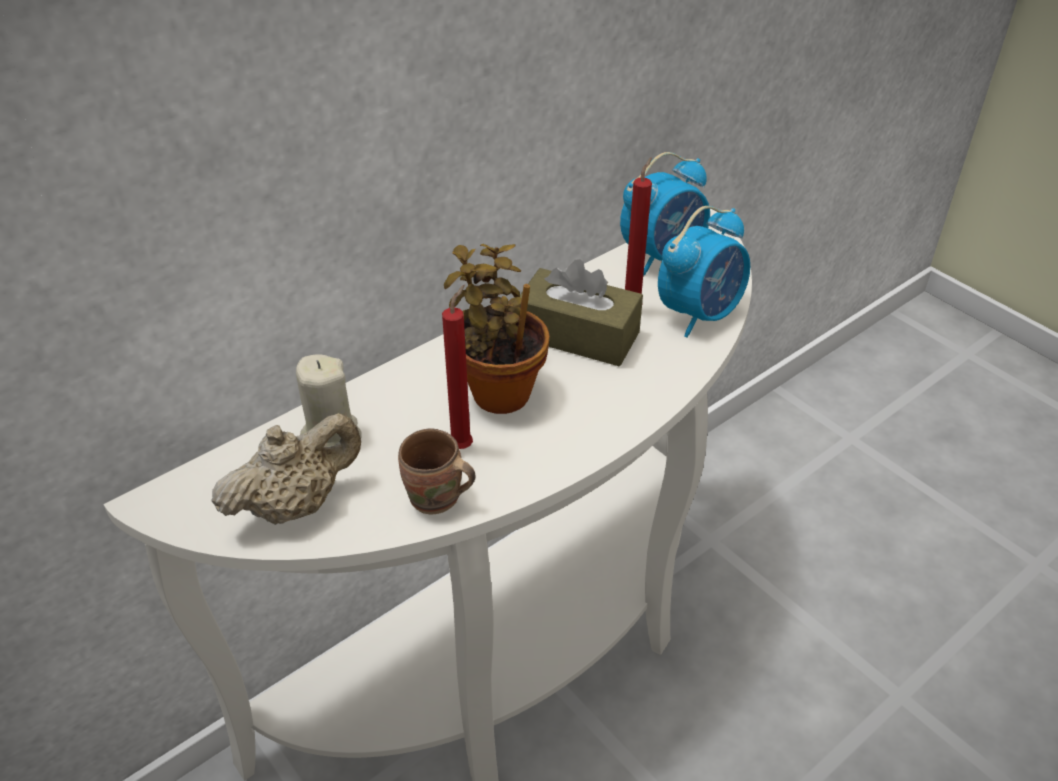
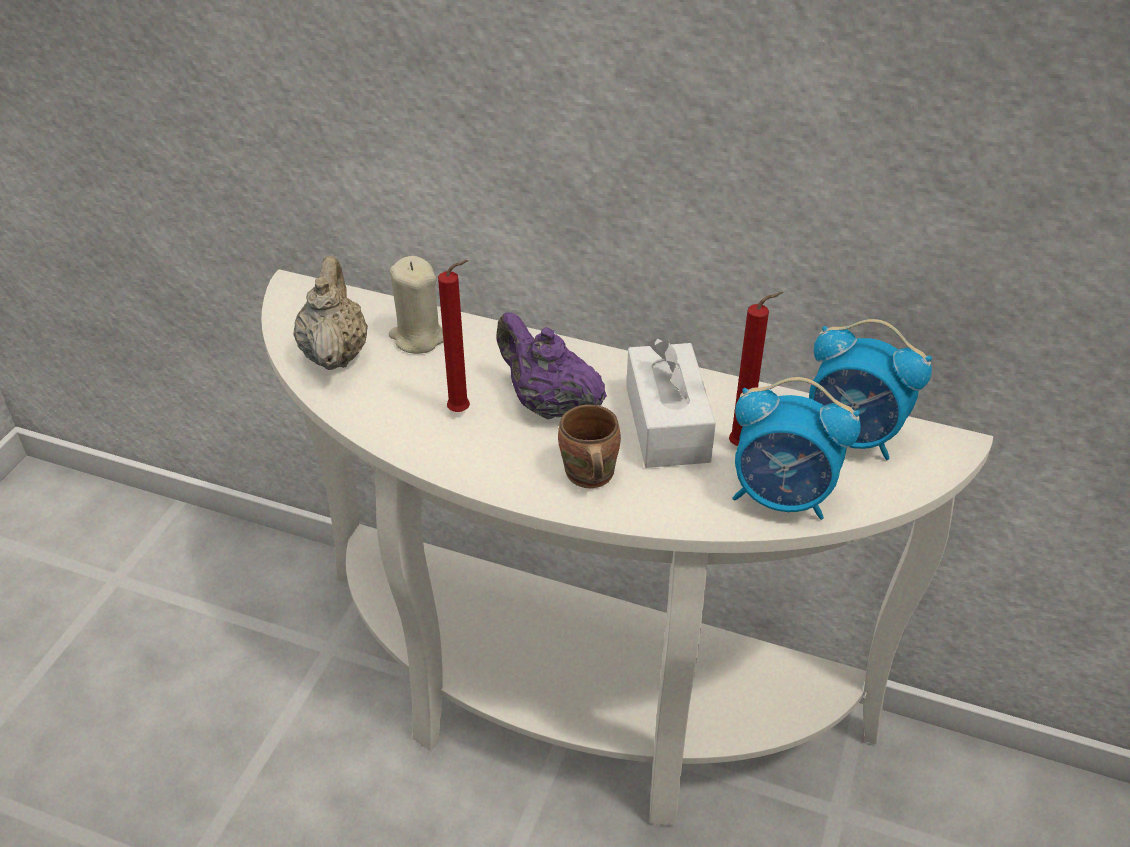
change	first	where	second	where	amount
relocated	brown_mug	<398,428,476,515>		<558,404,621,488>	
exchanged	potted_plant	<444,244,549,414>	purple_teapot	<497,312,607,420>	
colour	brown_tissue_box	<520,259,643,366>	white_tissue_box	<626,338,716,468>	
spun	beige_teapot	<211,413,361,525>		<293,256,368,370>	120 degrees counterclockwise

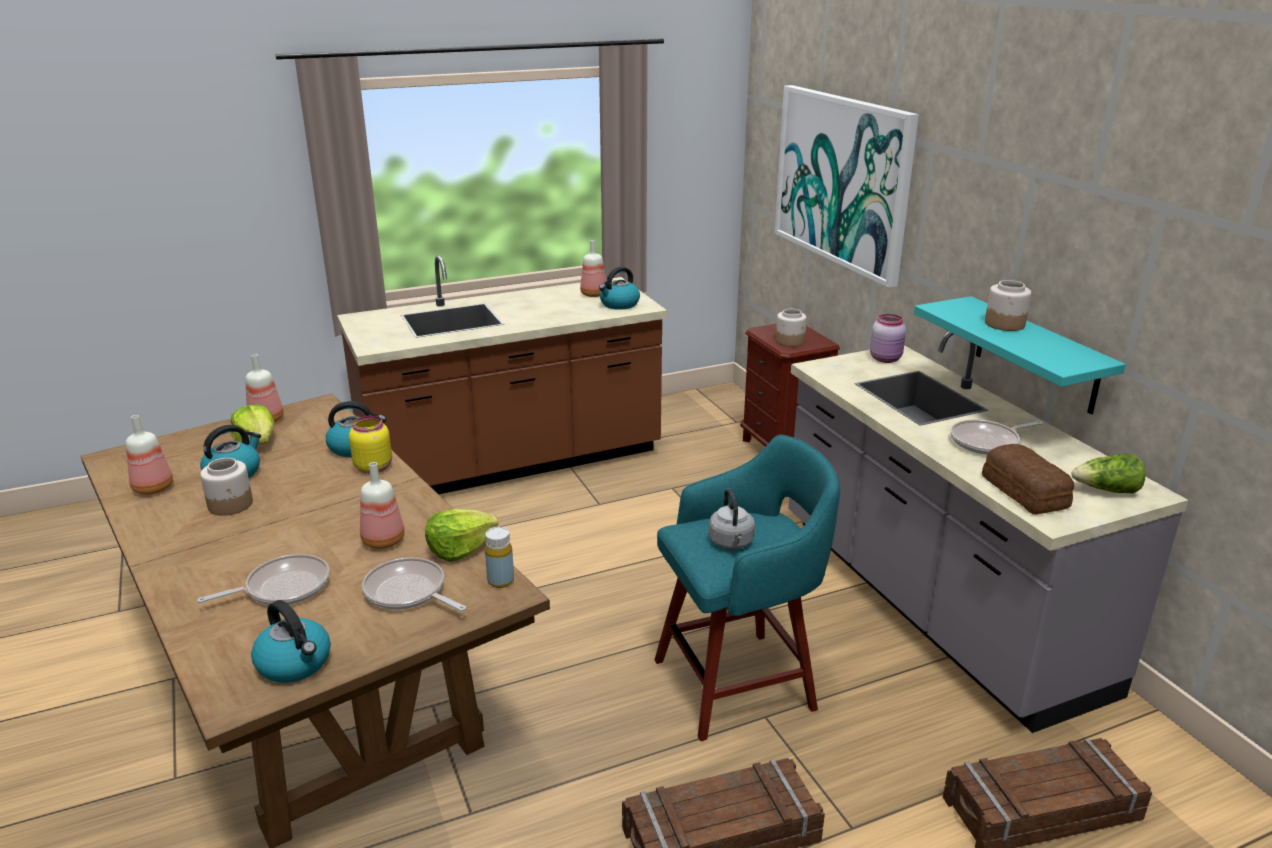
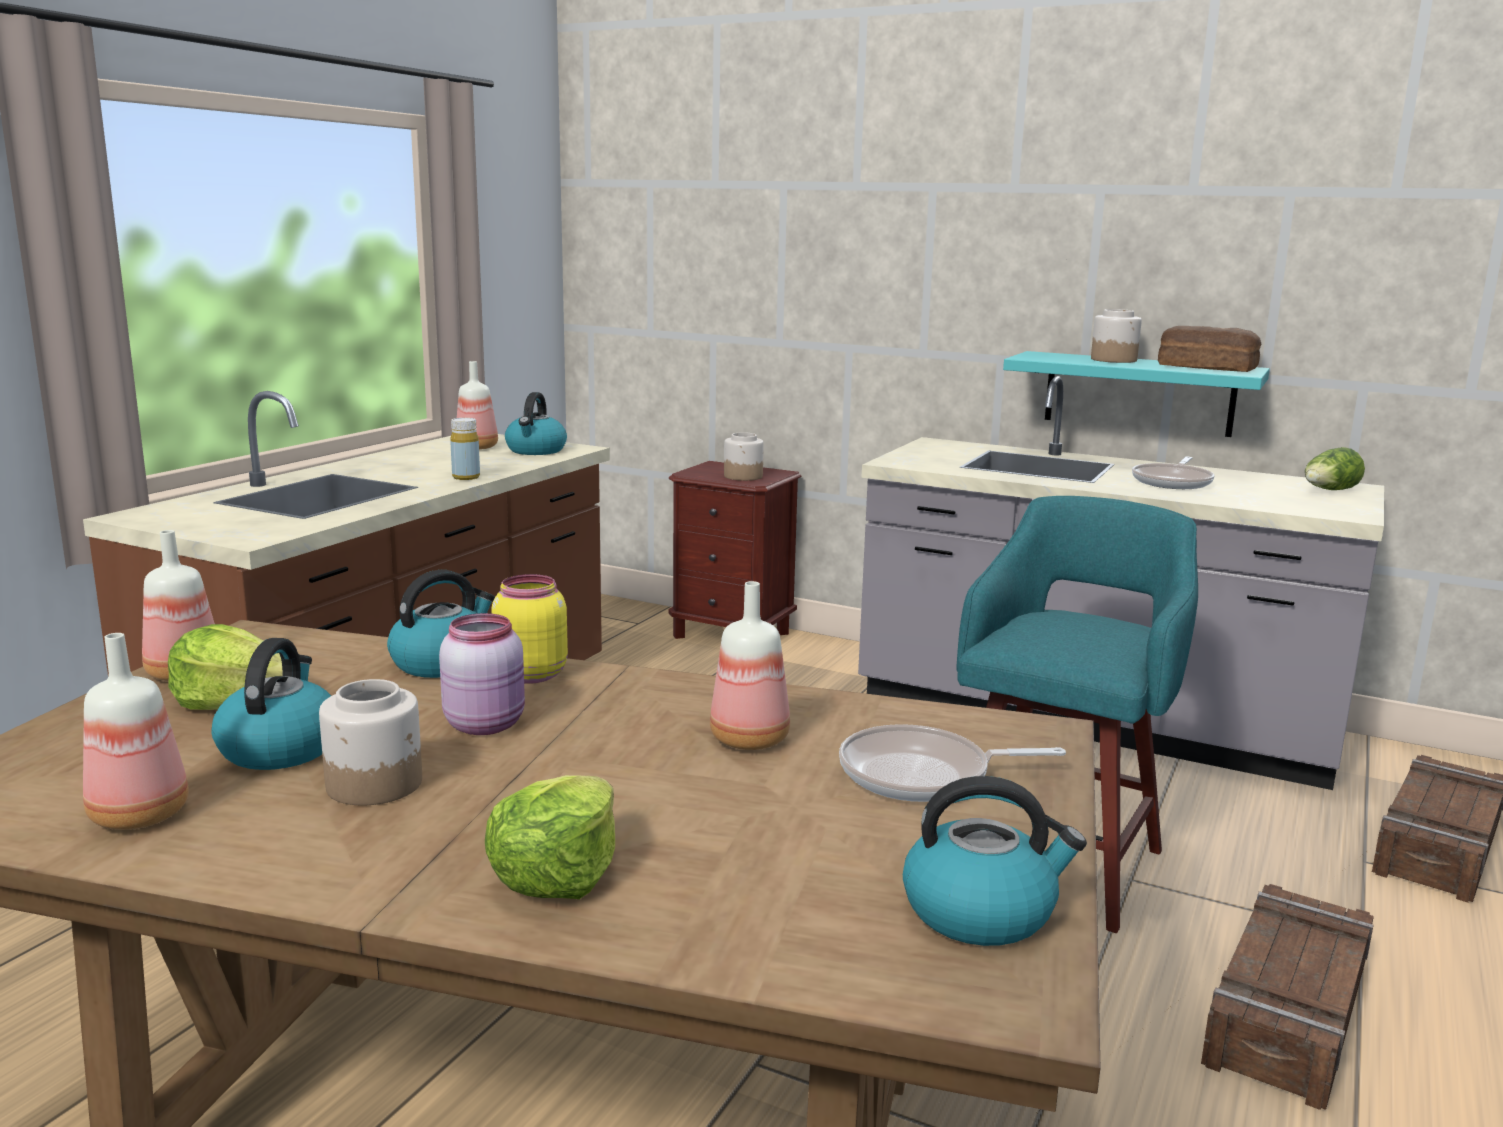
change	first	where	second	where	amount
missing	frying_pan	<197,554,330,605>			
missing	grey_kettle	<709,488,755,549>			
missing	picture	<775,85,919,288>			
relocated	lettuce	<425,509,498,562>		<485,775,615,899>	
relocated	yellow_bottle	<485,527,514,588>		<450,418,480,480>	
relocated	pink_jar	<870,314,906,363>		<439,613,525,735>	
relocated	bread	<982,444,1074,514>		<1158,326,1261,372>	

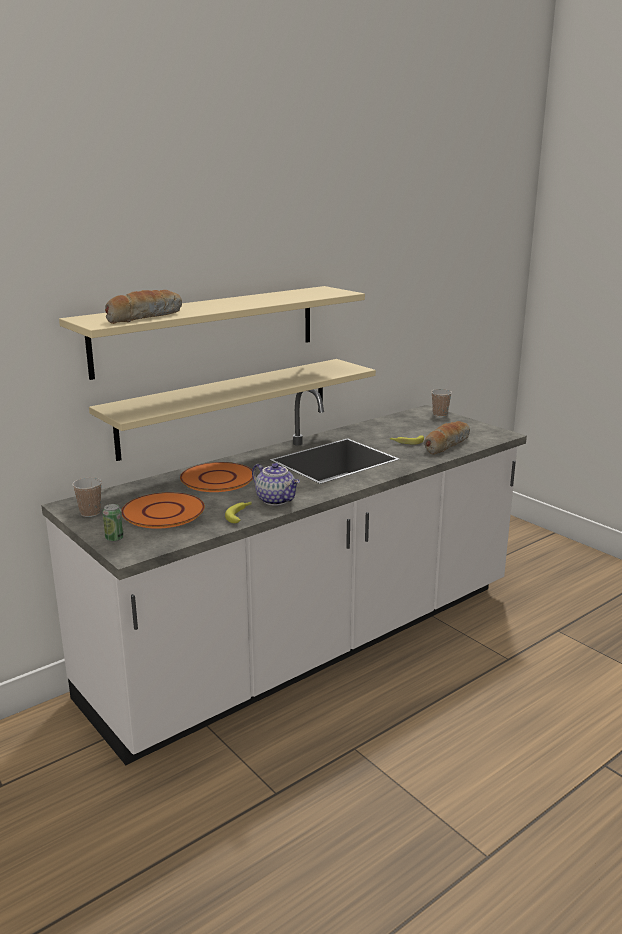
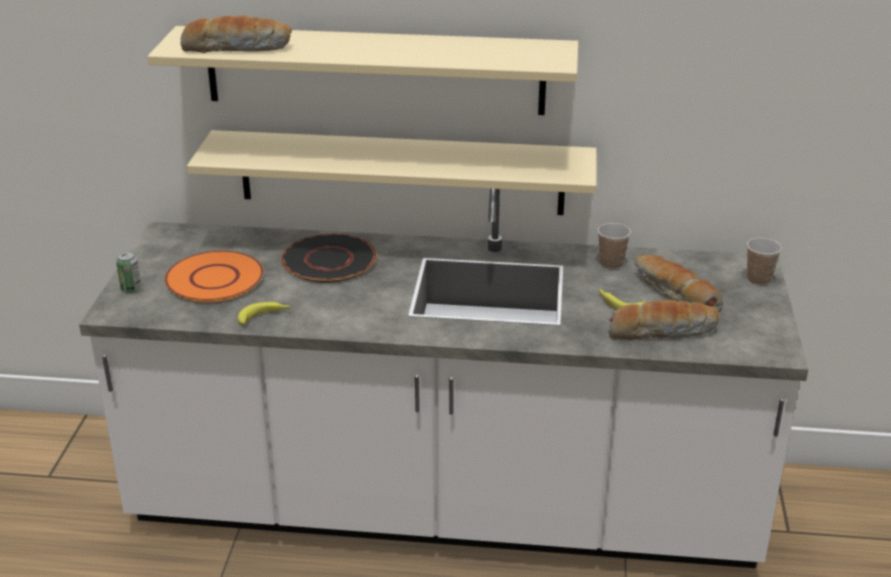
change	first	where	second	where	amount
missing	teapot	<252,463,300,506>			
appeared			bread	<635,255,723,313>	
relocated	cup	<72,478,102,517>		<598,223,631,269>	
colour	orange_plate	<180,462,253,492>	black_plate	<281,234,377,283>	

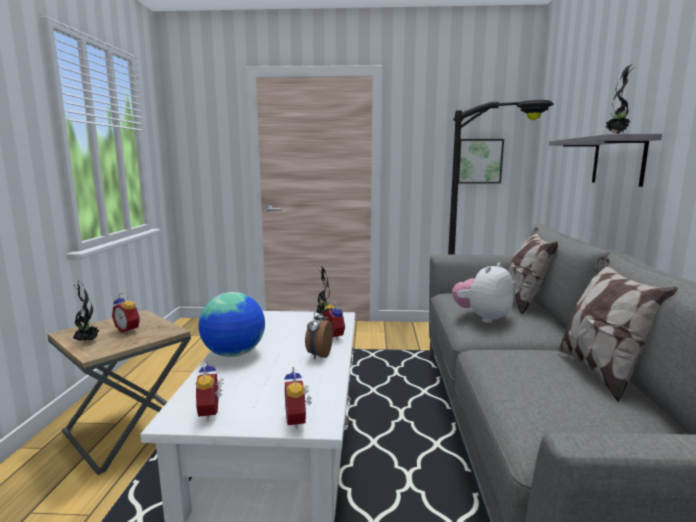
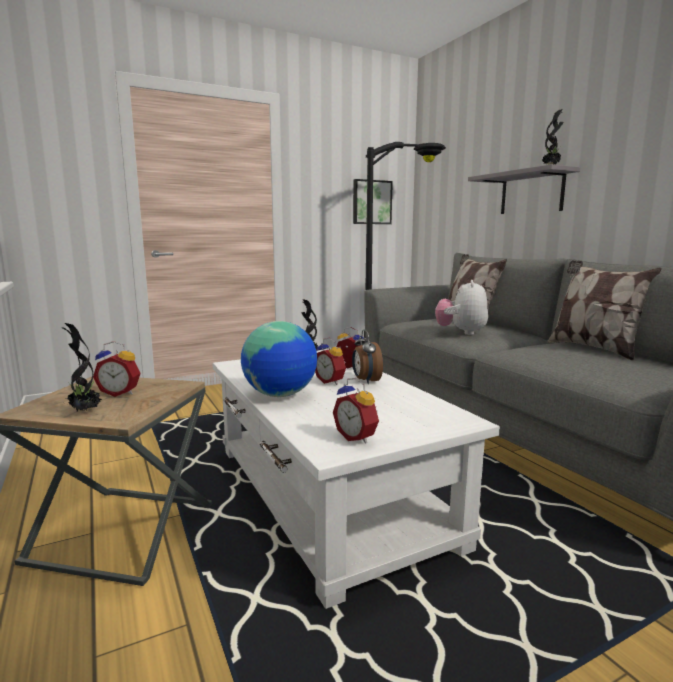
change	first	where	second	where	amount
relocated	alarm_clock	<285,367,312,430>		<315,338,346,385>	

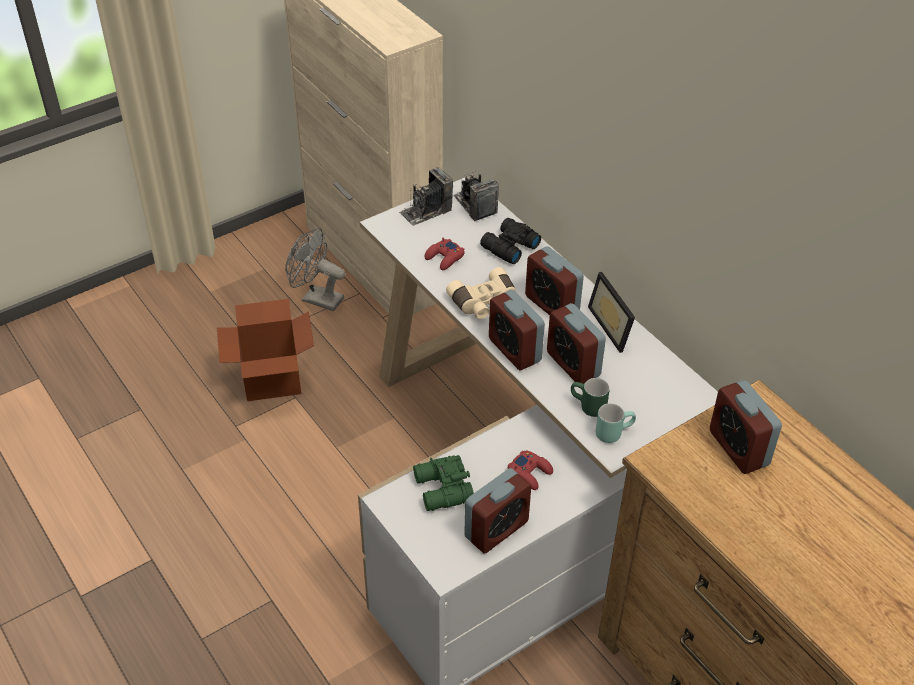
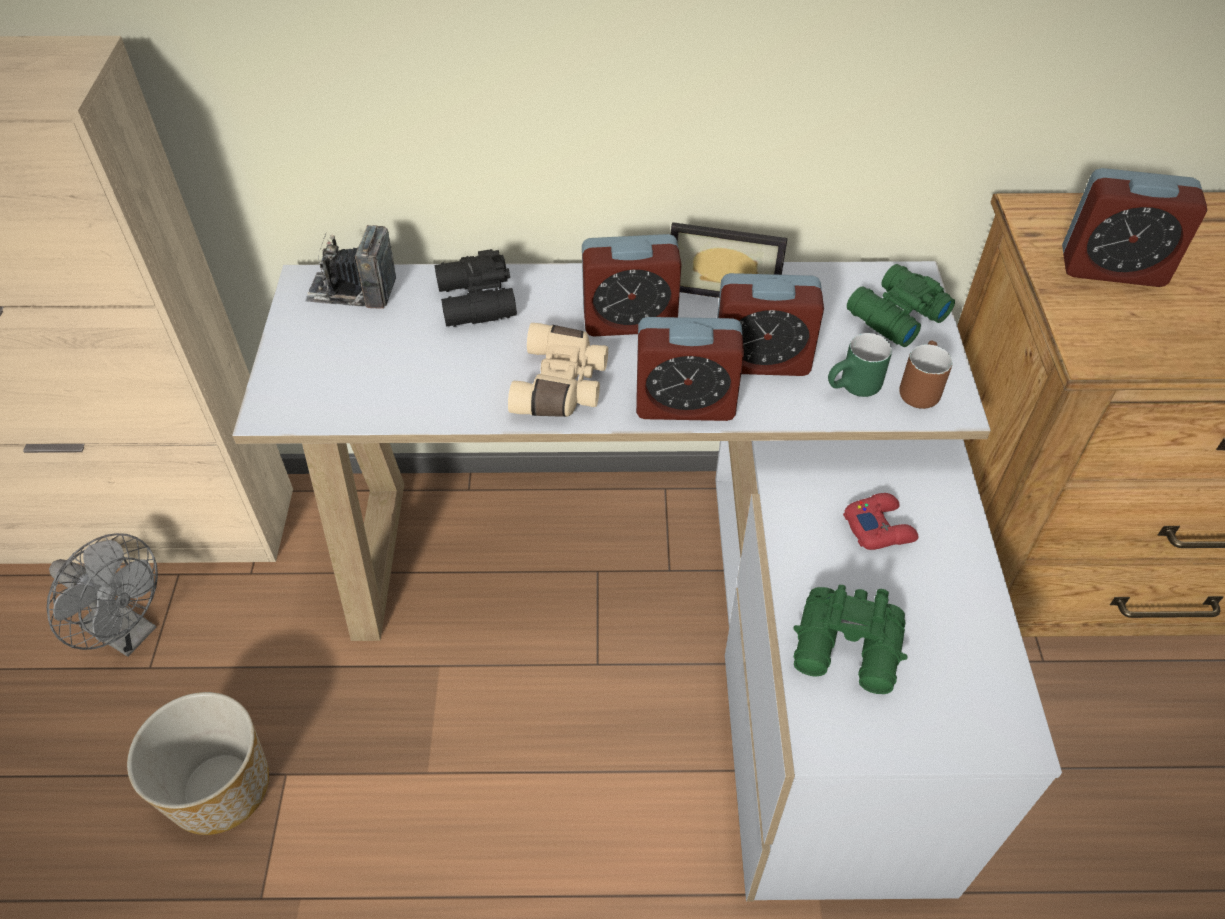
change	first	where	second	where	amount
missing	photo_camera	<399,168,453,226>			
missing	red_game_controller	<425,238,465,270>			
missing	alarm_clock	<464,468,531,554>			
appeared			green_binoculars	<847,264,955,347>	
exchanged	cardboard_box	<217,299,314,401>	planter	<127,692,269,835>	
colour	turquoise_mug	<596,403,636,443>	brown_mug	<899,341,952,409>	
spun	grey_fan	<285,228,345,311>		<47,533,158,657>	120 degrees counterclockwise

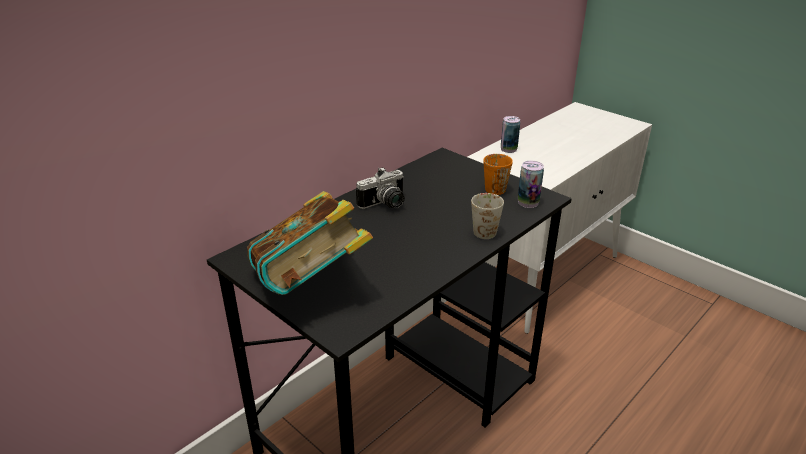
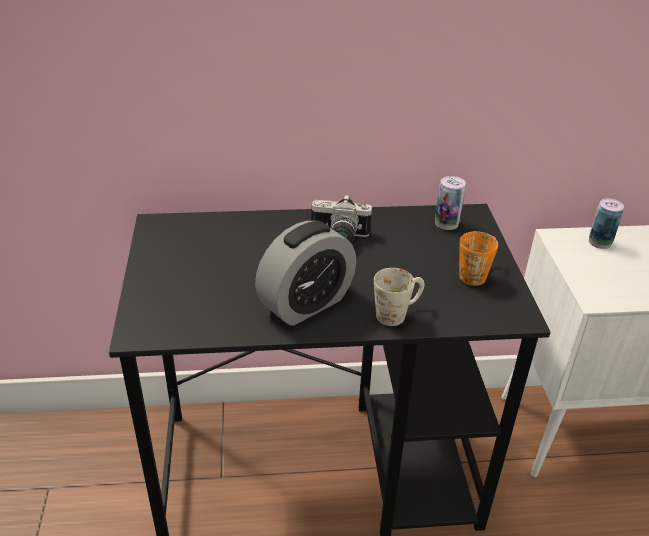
change	first	where	second	where	amount
missing	book	<247,191,373,295>			
appeared			alarm_clock	<255,221,356,326>	
relocated	can	<518,161,544,208>		<435,176,466,230>	

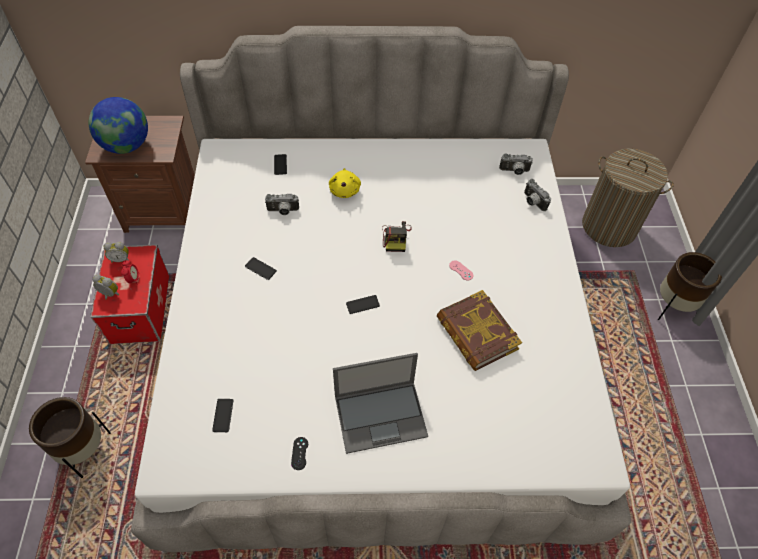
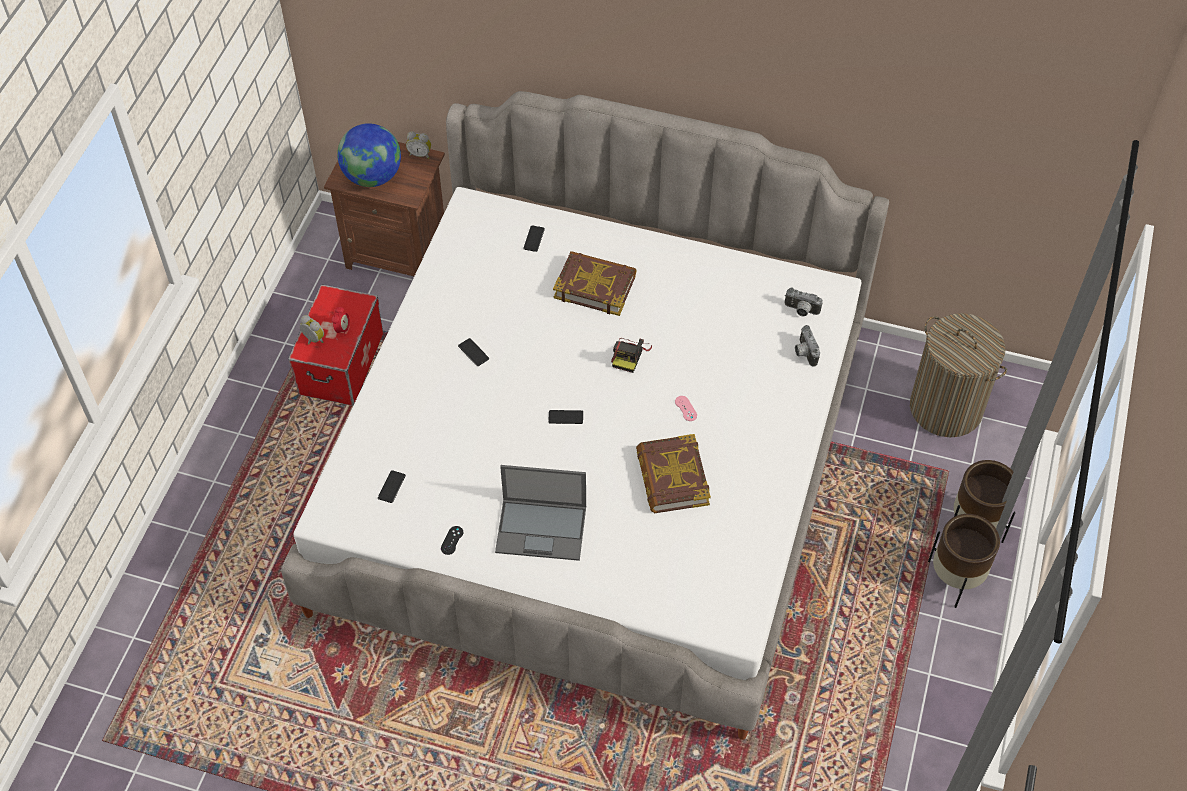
change	first	where	second	where	amount
missing	photo_camera	<265,194,299,215>			
relocated	brown_planter	<29,397,111,478>		<928,514,1000,608>	
relocated	alarm_clock	<104,242,130,263>		<406,131,431,159>	
exchanged	yellow_plush_toy	<329,168,361,198>	book	<553,251,636,316>	

